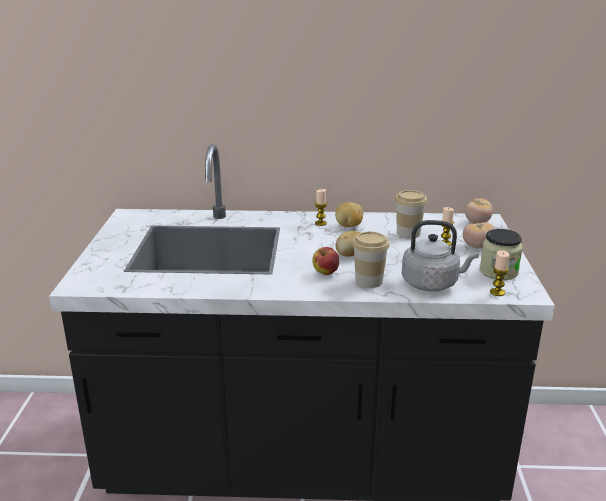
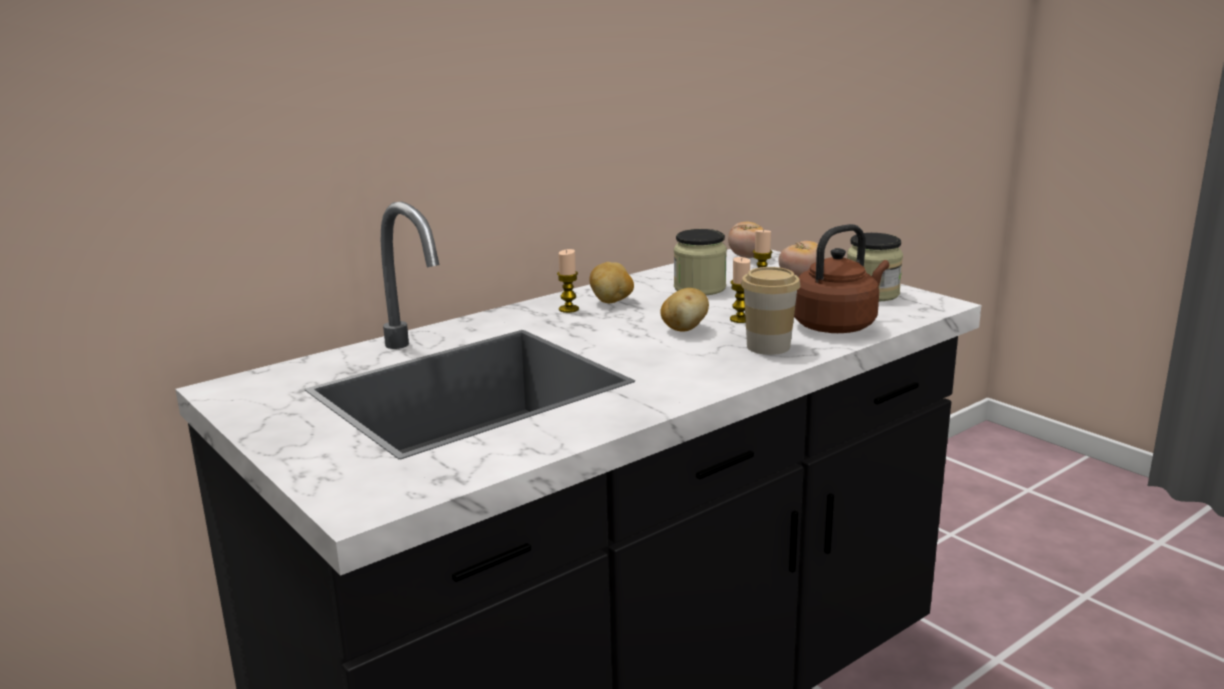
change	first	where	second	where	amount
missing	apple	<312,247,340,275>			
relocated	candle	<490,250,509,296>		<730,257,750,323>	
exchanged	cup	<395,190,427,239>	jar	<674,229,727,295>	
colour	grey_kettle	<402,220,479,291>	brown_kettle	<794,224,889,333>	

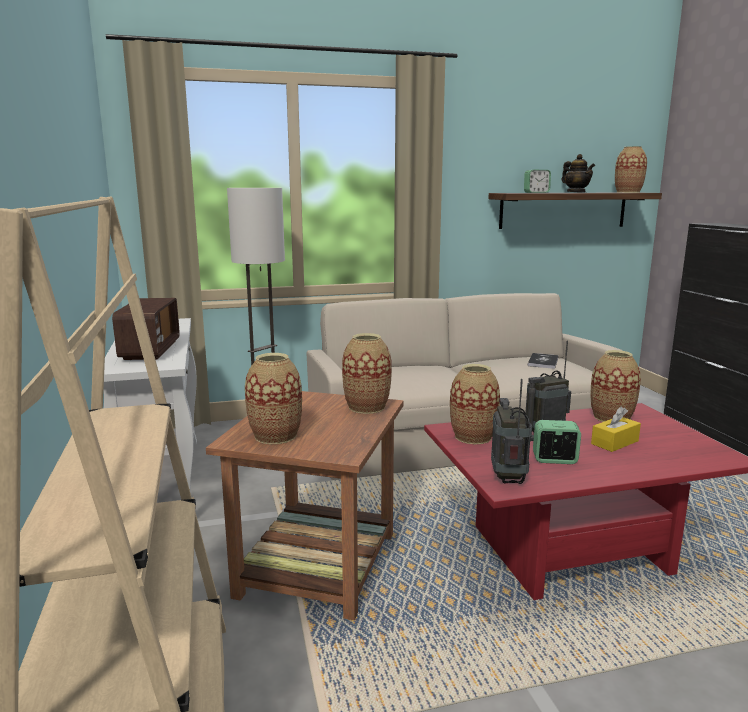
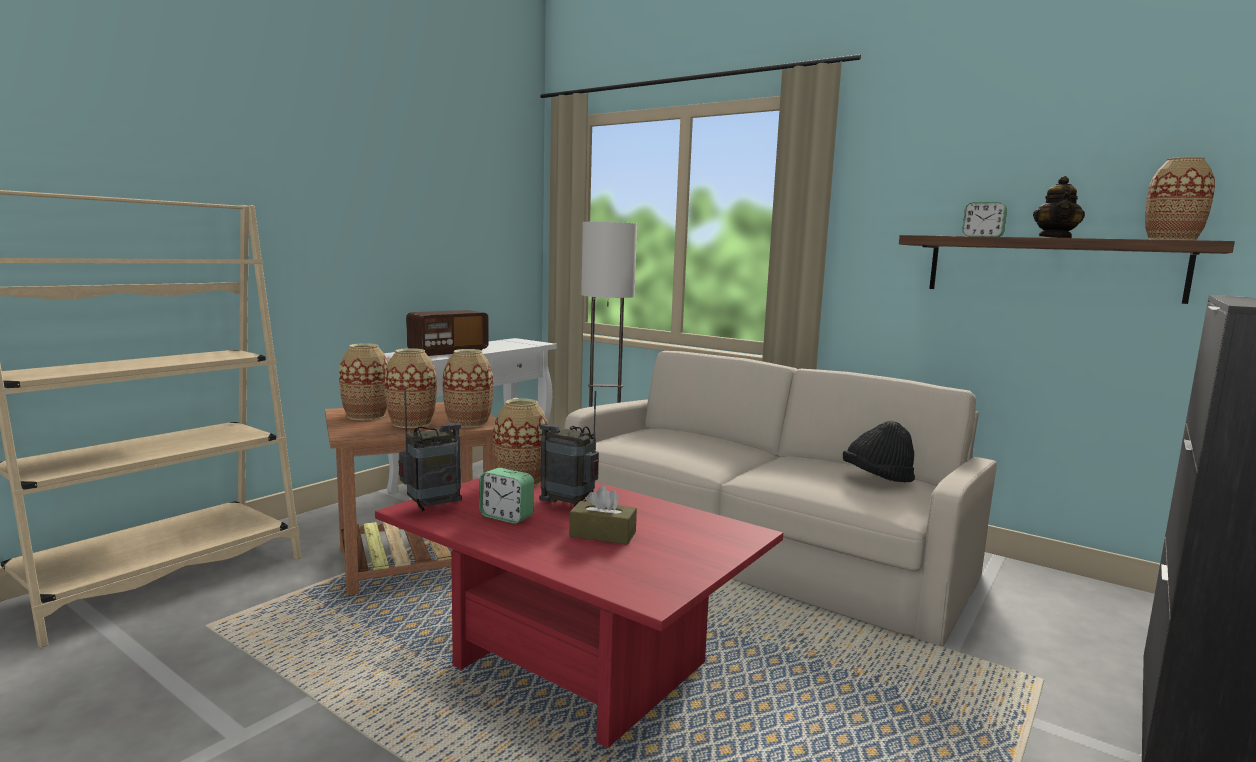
change	first	where	second	where	amount
relocated	vase	<590,350,641,422>		<385,348,437,428>	
exchanged	book	<528,353,558,369>	black_hat	<843,420,915,482>	
colour	yellow_tissue_box	<591,407,641,452>	brown_tissue_box	<569,486,637,545>	
spun	alarm_clock	<533,420,581,464>		<479,468,534,524>	150 degrees clockwise

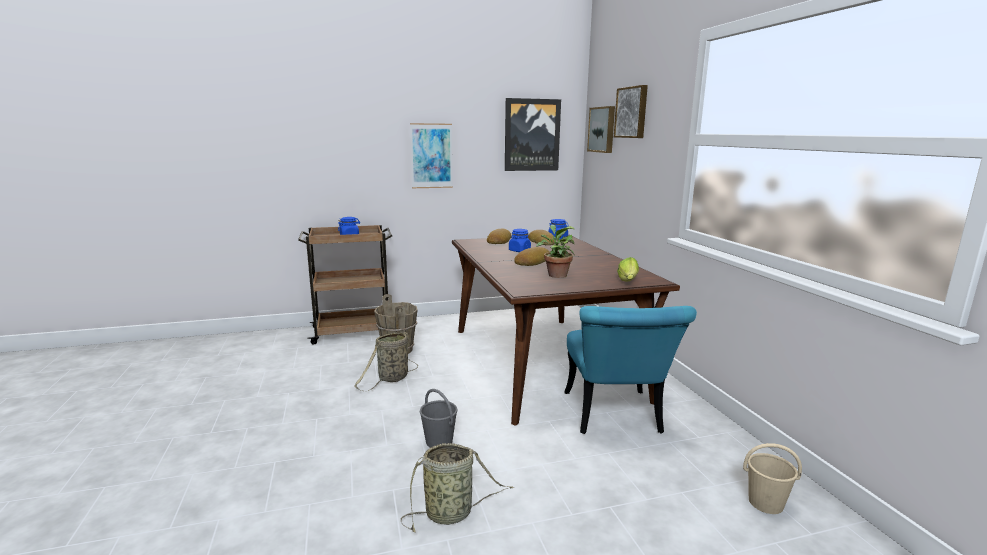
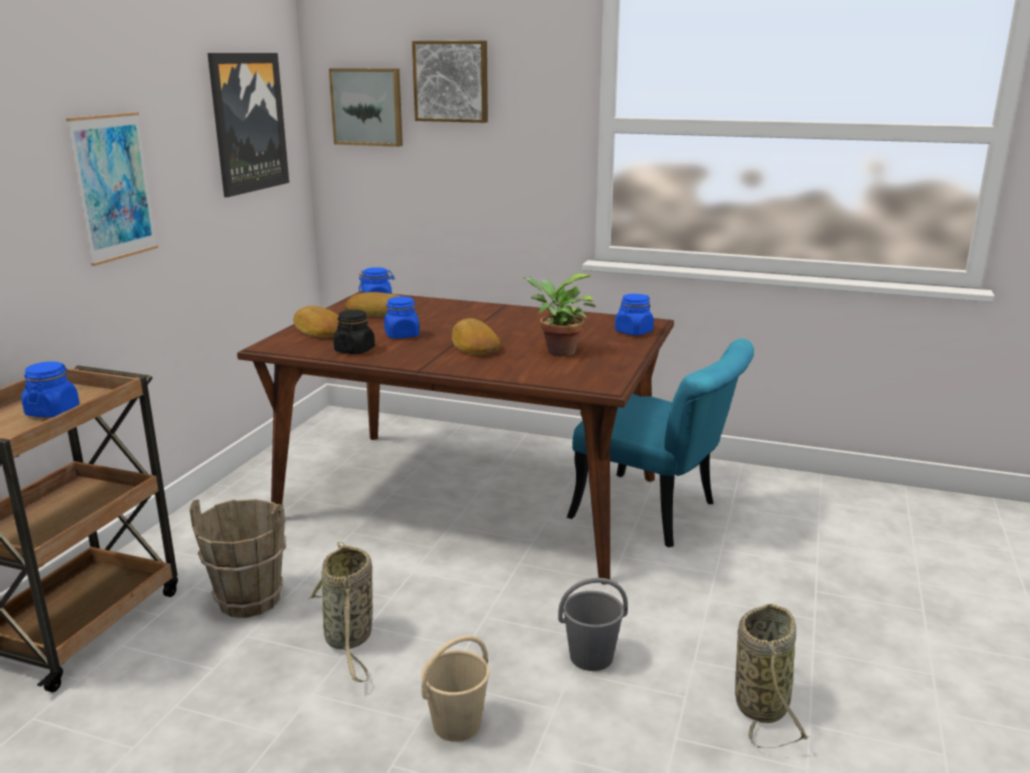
change	first	where	second	where	amount
appeared			black_jar	<333,310,375,354>	
relocated	beige_bucket	<743,443,802,514>		<421,635,490,742>	
exchanged	lettuce	<617,257,639,282>	blue_jar	<615,294,654,335>	

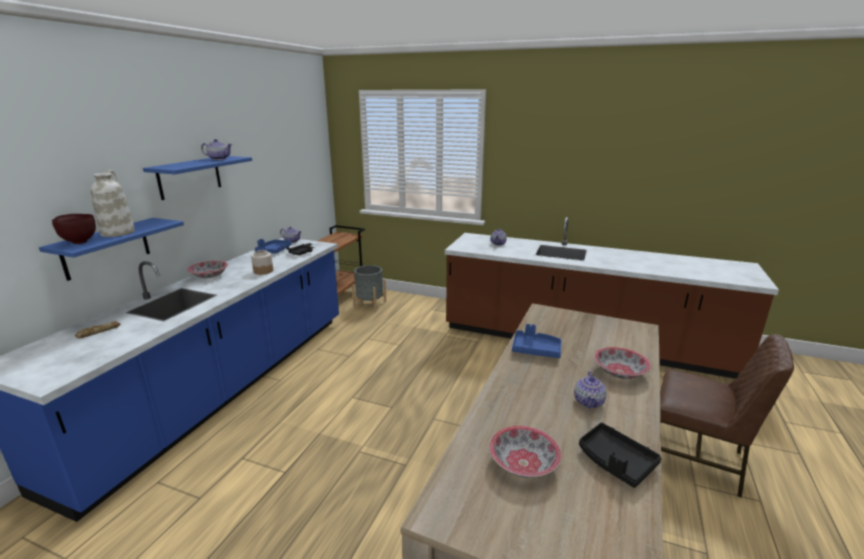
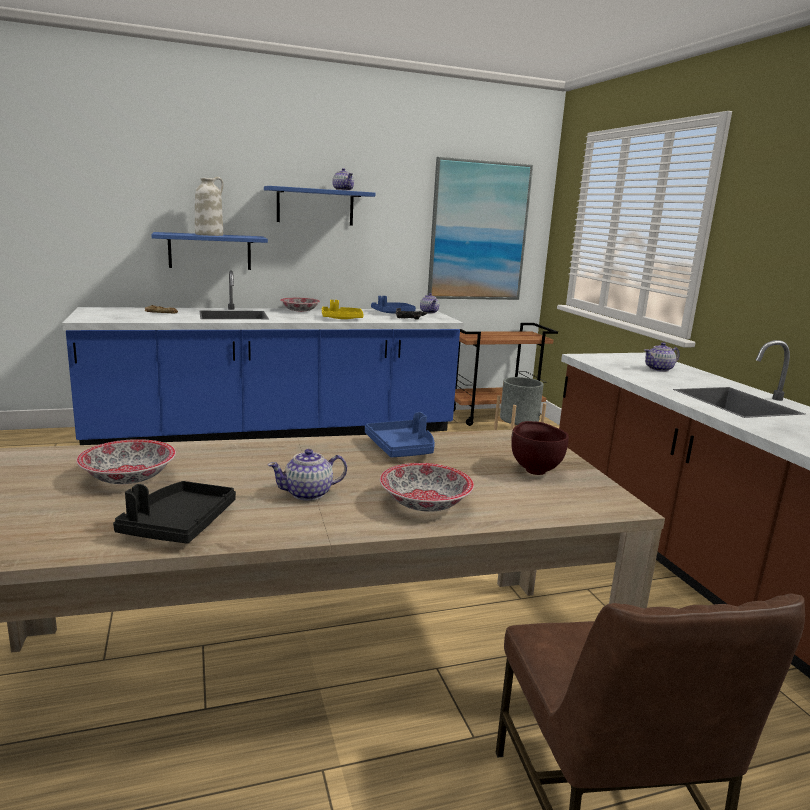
change	first	where	second	where	amount
appeared			picture	<428,157,533,300>	
relocated	brown_bowl	<52,214,96,244>		<511,421,569,475>	
exchanged	jar	<251,250,273,275>	yellow_tray	<322,300,364,319>	

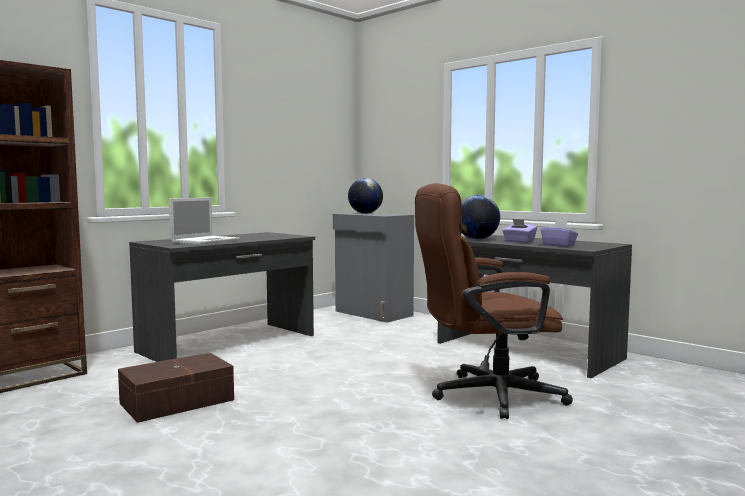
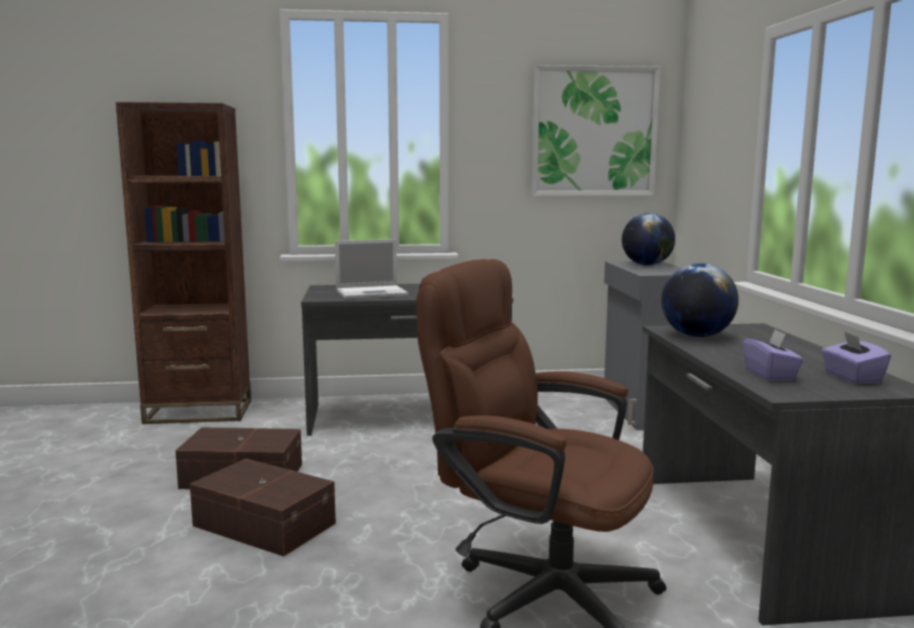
change	first	where	second	where	amount
appeared			brown_storage_box	<190,459,336,556>	
appeared			picture	<531,65,660,196>	
relocated	purple_tissue_box	<502,219,537,243>		<821,331,891,384>	

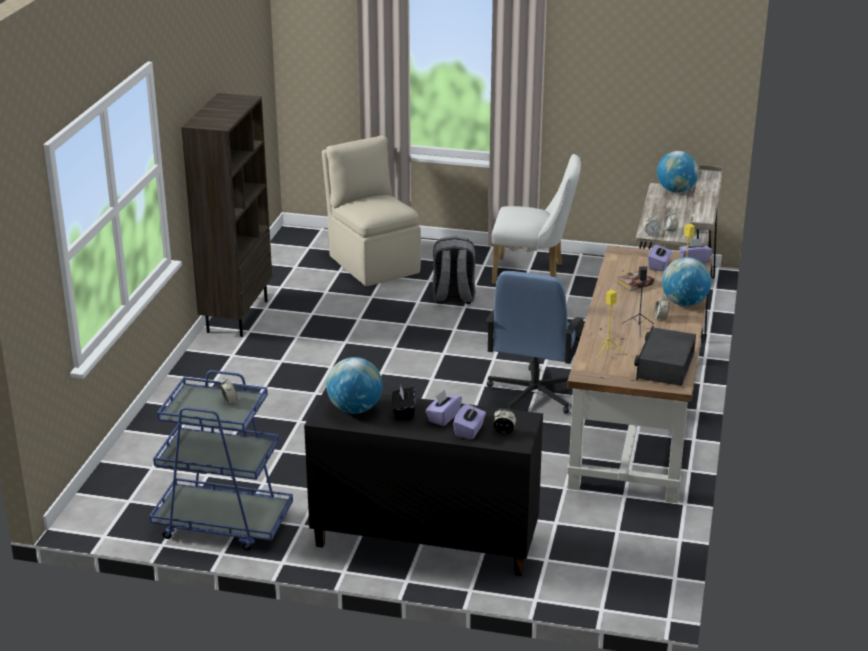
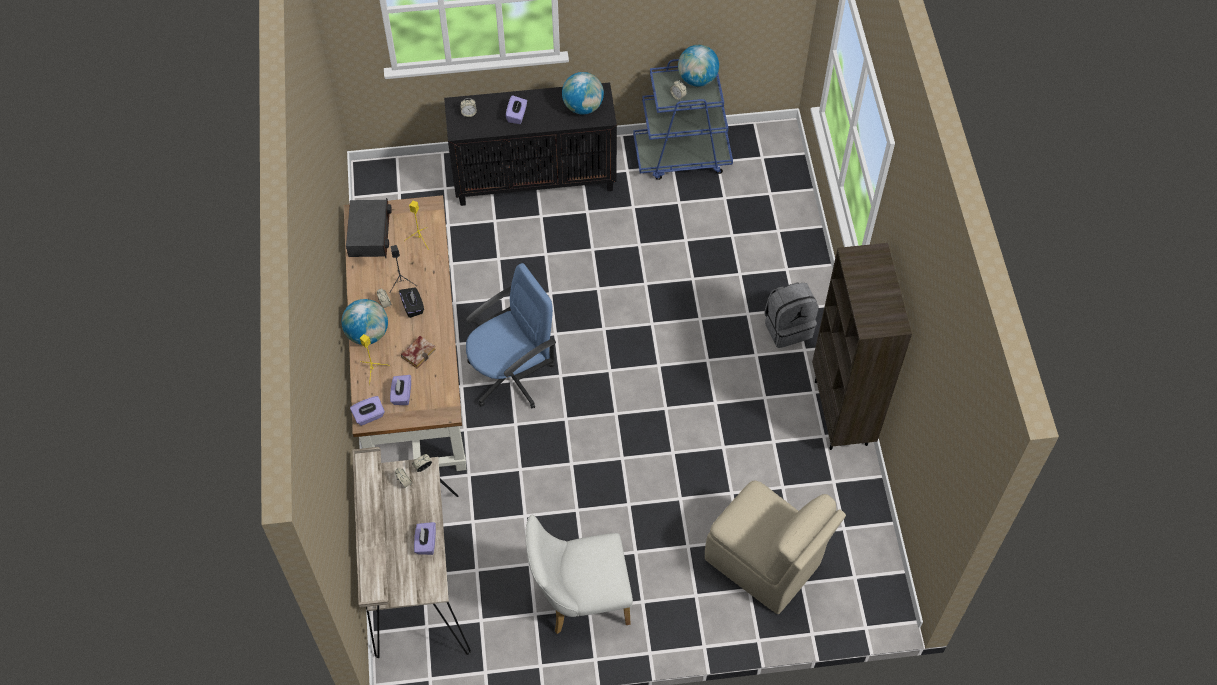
change	first	where	second	where	amount
relocated	black_tissue_box	<392,385,416,420>		<399,287,424,318>	
relocated	grey_backpack	<433,236,475,304>		<764,282,819,348>	
relocated	purple_tissue_box	<453,404,486,439>		<414,522,436,555>	
relocated	globe	<657,151,699,193>		<678,45,719,87>	
spun	blue_office_chair	<486,271,585,414>		<466,263,556,409>	60 degrees clockwise

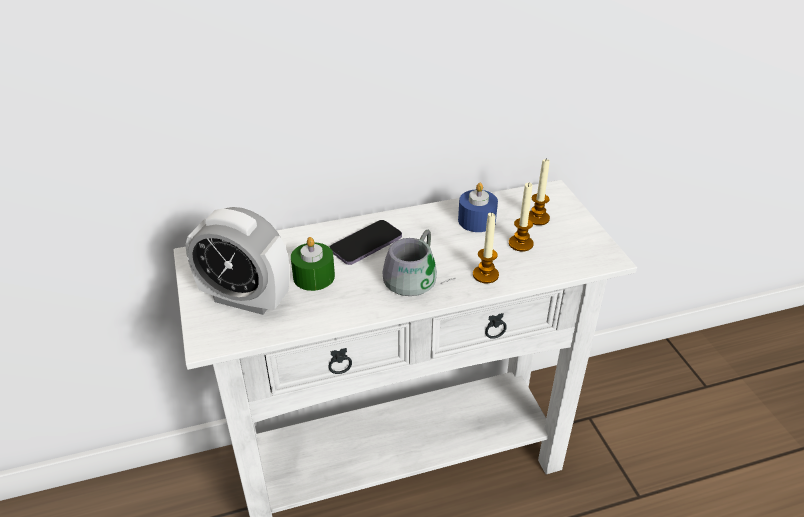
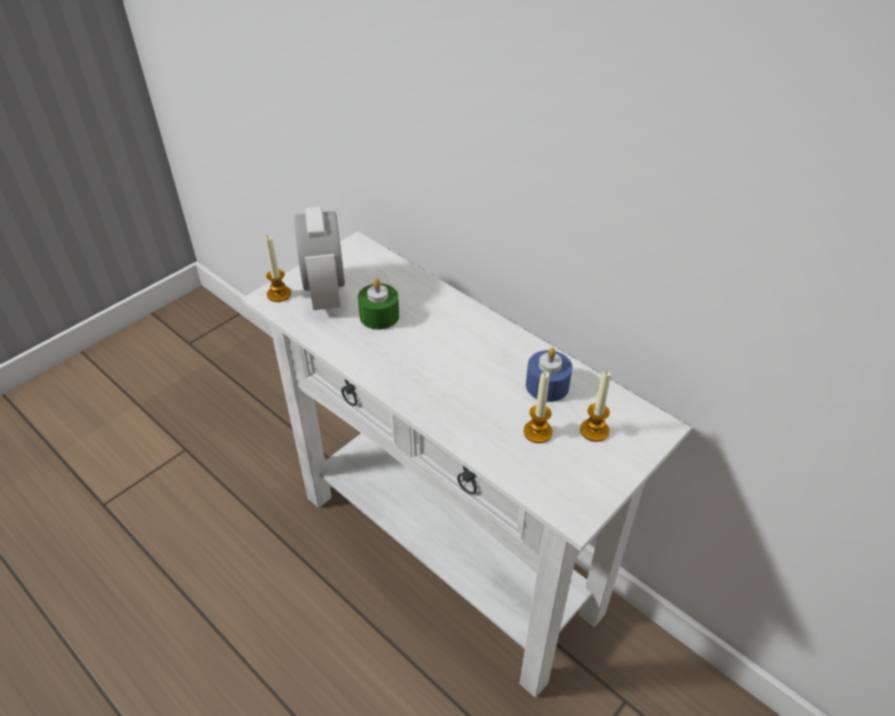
change	first	where	second	where	amount
missing	phone	<330,220,402,265>			
missing	grey_mug	<382,230,455,296>			
relocated	candle	<473,213,499,283>		<264,235,291,302>	

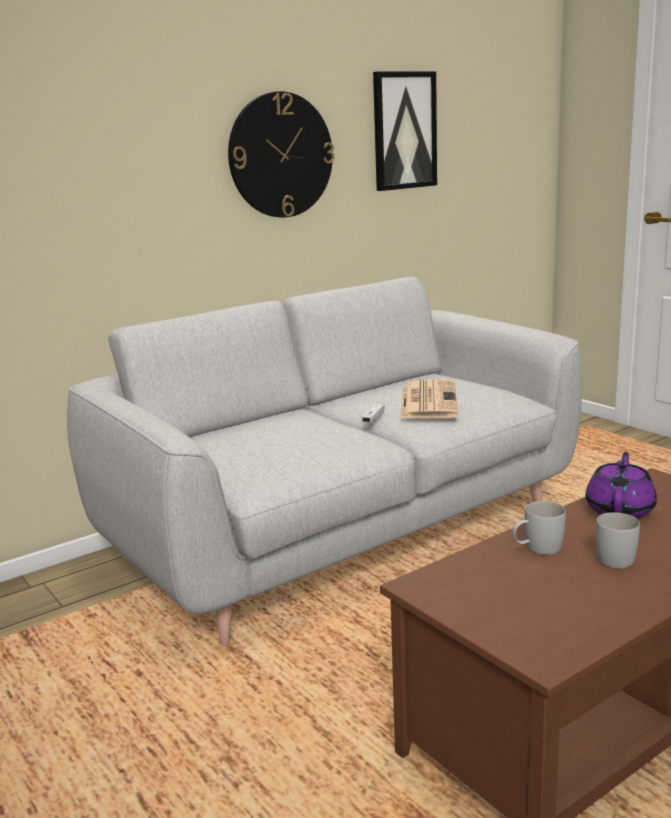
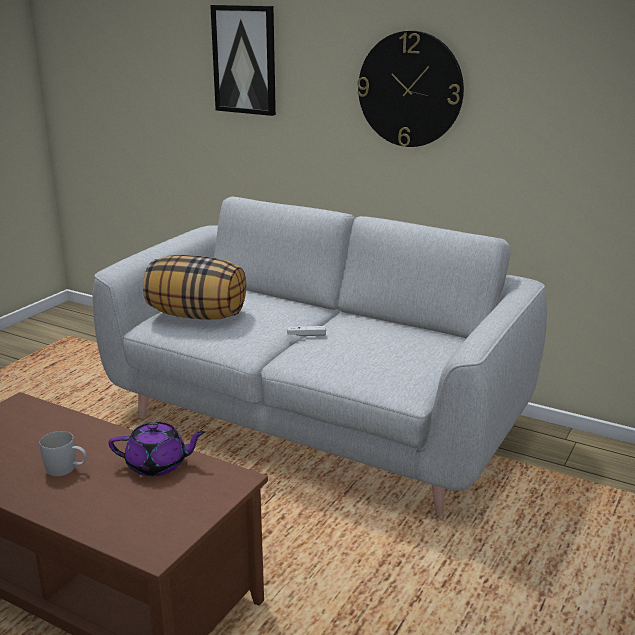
change	first	where	second	where	amount
missing	newspaper	<400,380,458,419>			
missing	white_mug	<513,501,566,555>			
appeared			pillow	<143,255,246,320>	
relocated	picture	<373,71,437,191>		<210,5,276,116>	

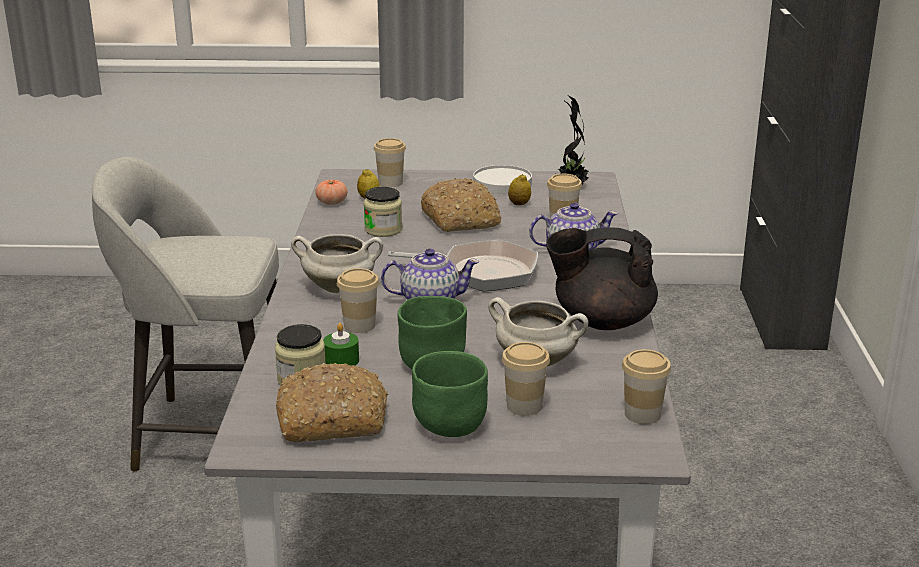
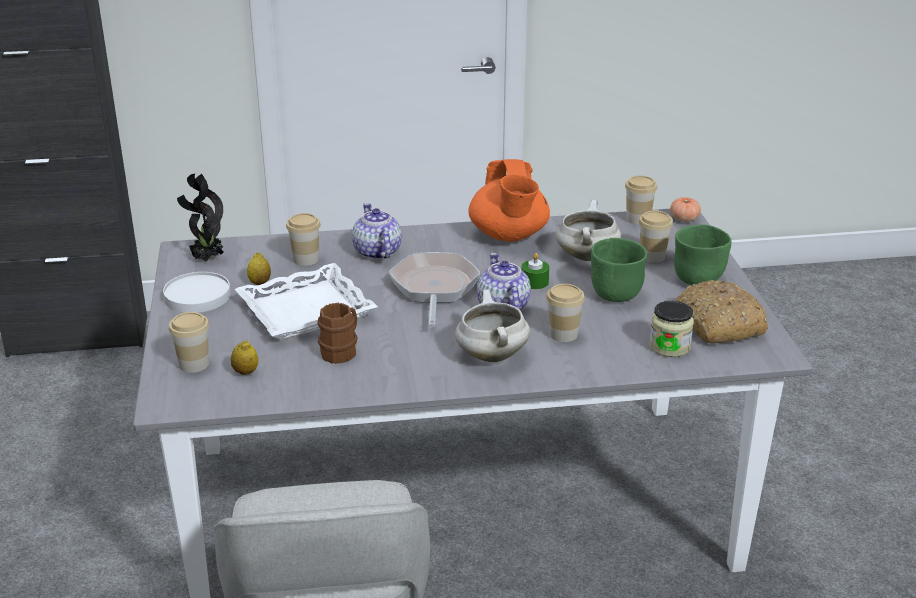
change	first	where	second	where	amount
relocated	tomato	<315,180,347,205>		<670,197,701,222>	
relocated	green_candle	<323,323,359,366>		<521,253,549,289>	
exchanged	jar	<364,187,402,237>	brown_mug	<318,302,357,364>	
exchanged	bread	<421,178,502,232>	white_tray	<235,263,378,340>	
colour	black_teapot	<546,227,658,330>	orange_teapot	<468,159,550,242>	

